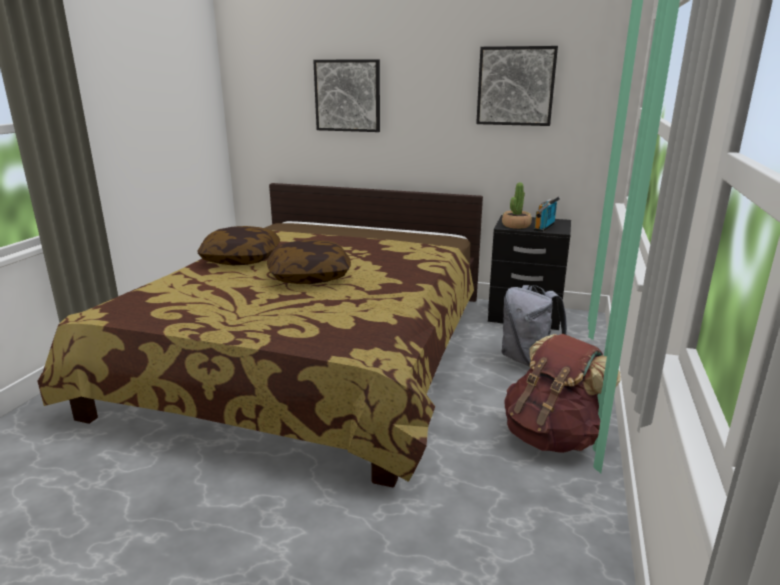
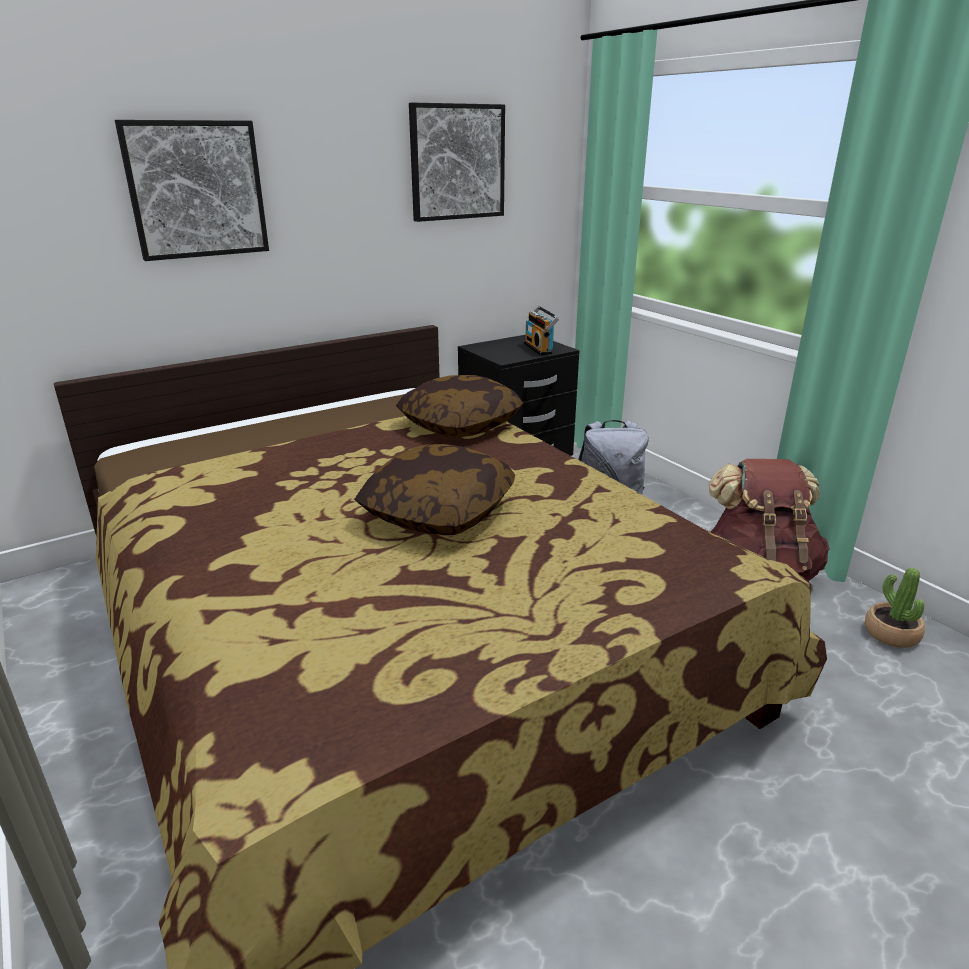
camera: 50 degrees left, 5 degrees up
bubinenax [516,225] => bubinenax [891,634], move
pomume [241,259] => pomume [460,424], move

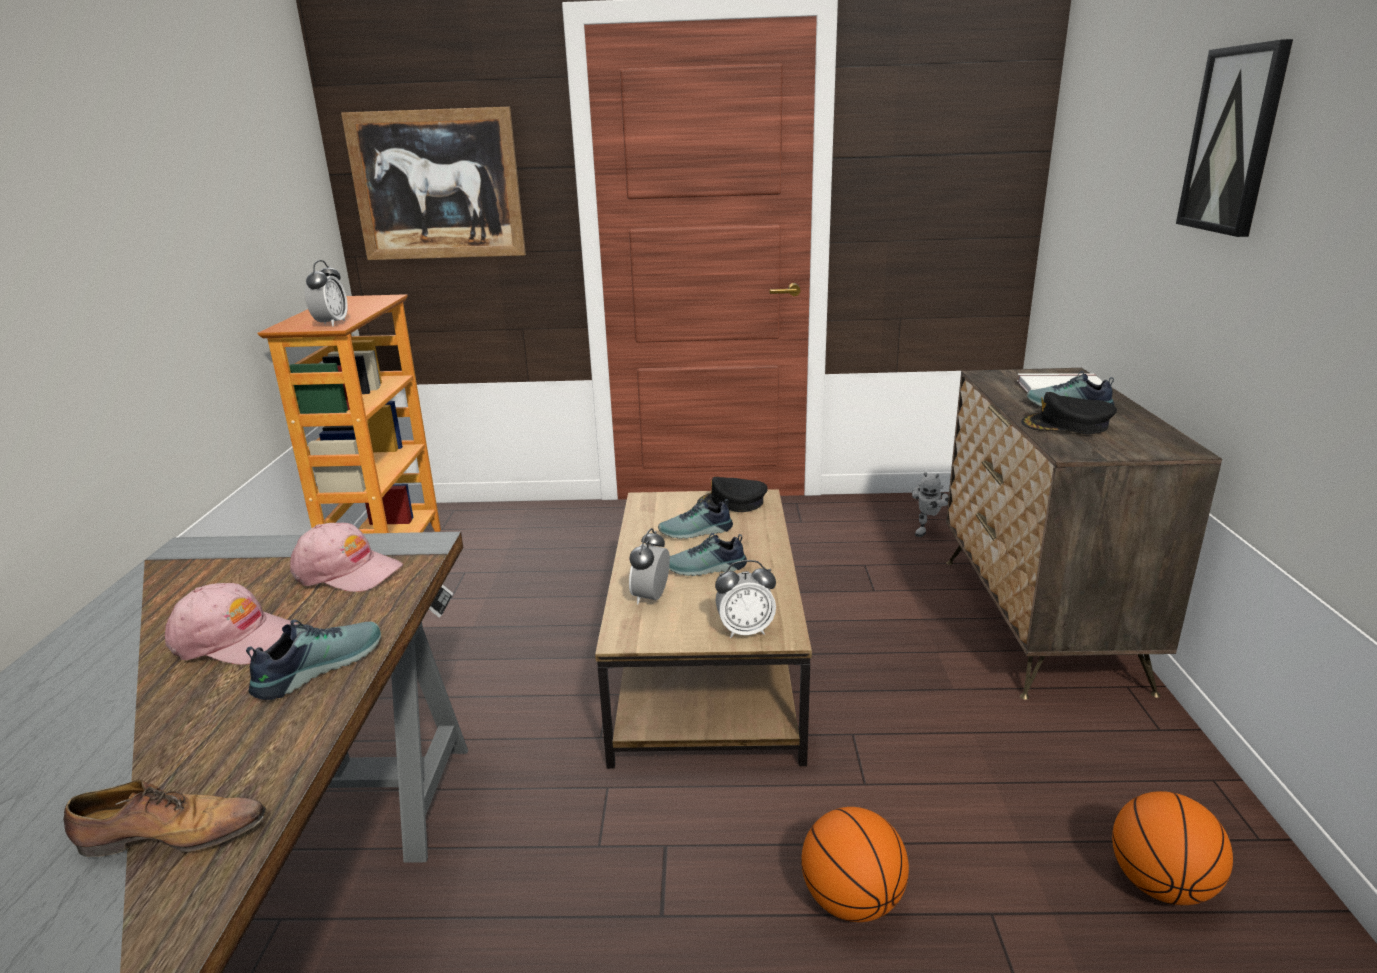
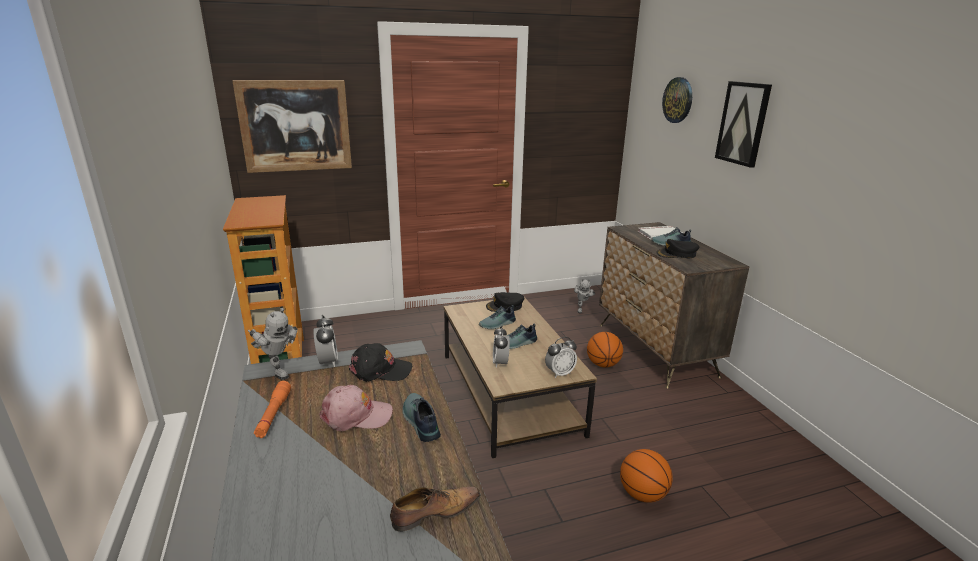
camera: 20 degrees left, 0 degrees up
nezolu [331,324] => nezolu [328,362], move
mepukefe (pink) [347,571] => mepukefe (black) [380,370]
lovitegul [317,666] => lovitegul [419,422], 45 degrees counterclockwise
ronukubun [1160,885] => ronukubun [603,364], move
nothing => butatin [678,100]
nothing => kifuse [277,370]
nothing => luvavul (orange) [273,414]

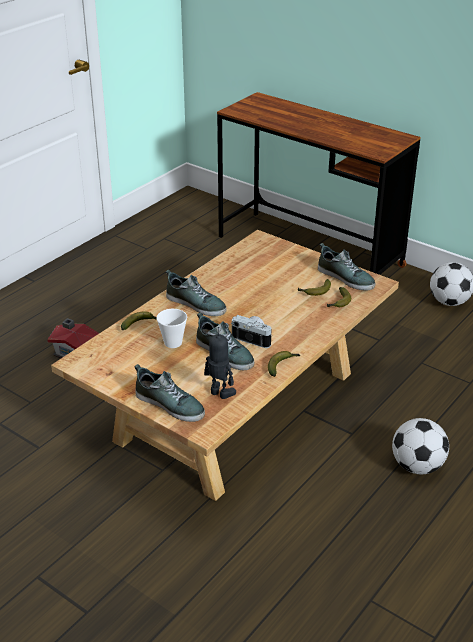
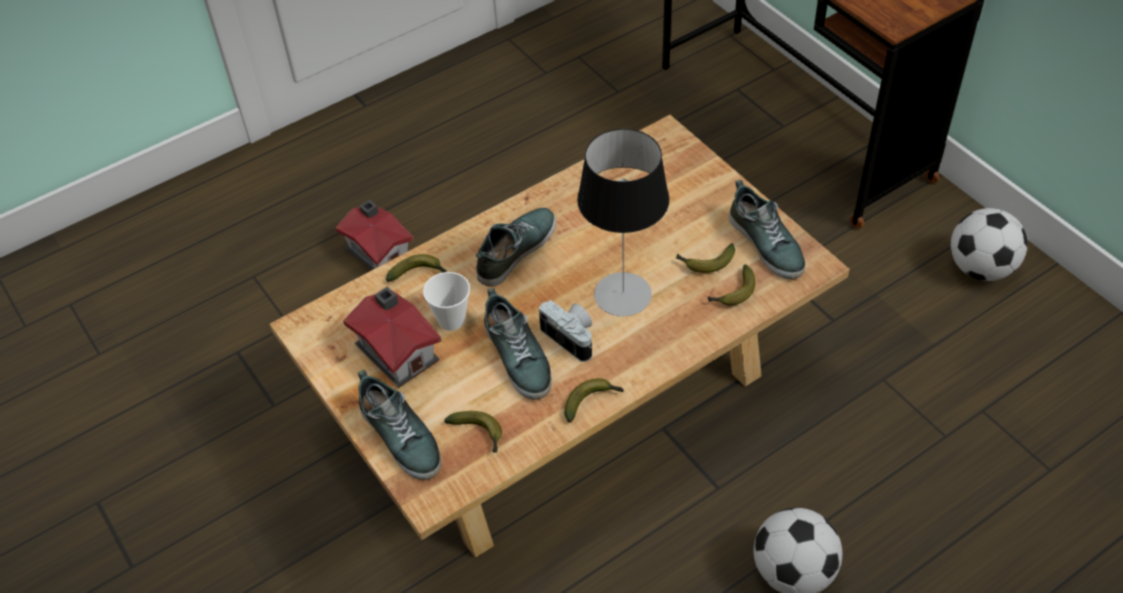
camera: 20 degrees right, 15 degrees up
lovitegul [196,303] => lovitegul [515,250], 105 degrees counterclockwise
kifuse [220,393] => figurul [479,434]
nothing => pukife [623,294]
nothing => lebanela [397,350]

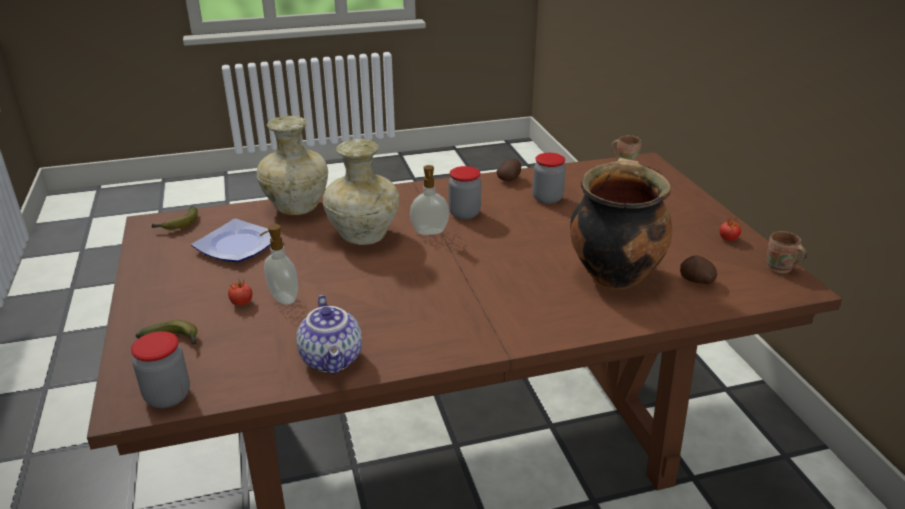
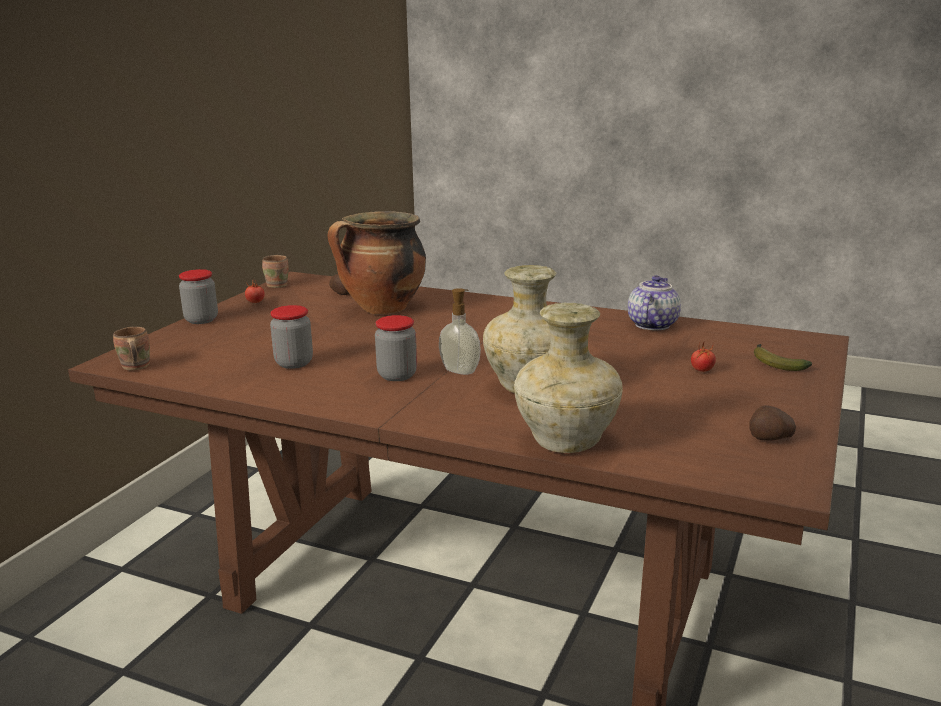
camera: 140 degrees left, 10 degrees down
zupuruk [509,179] => zupuruk [769,439], move
figurul [178,225] => nothing
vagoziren [237,247] => nothing
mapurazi [282,298] => nothing
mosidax [168,396] => mosidax [201,320], move

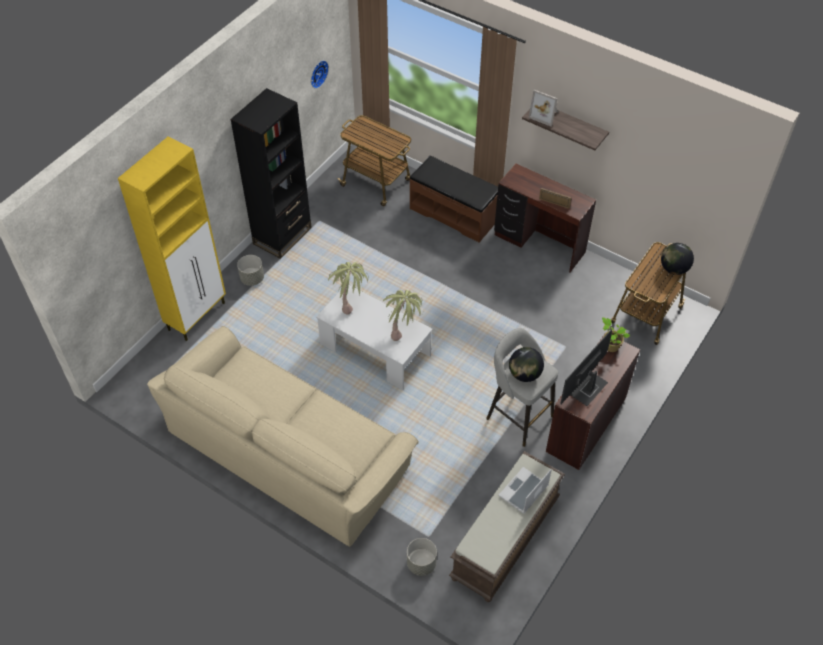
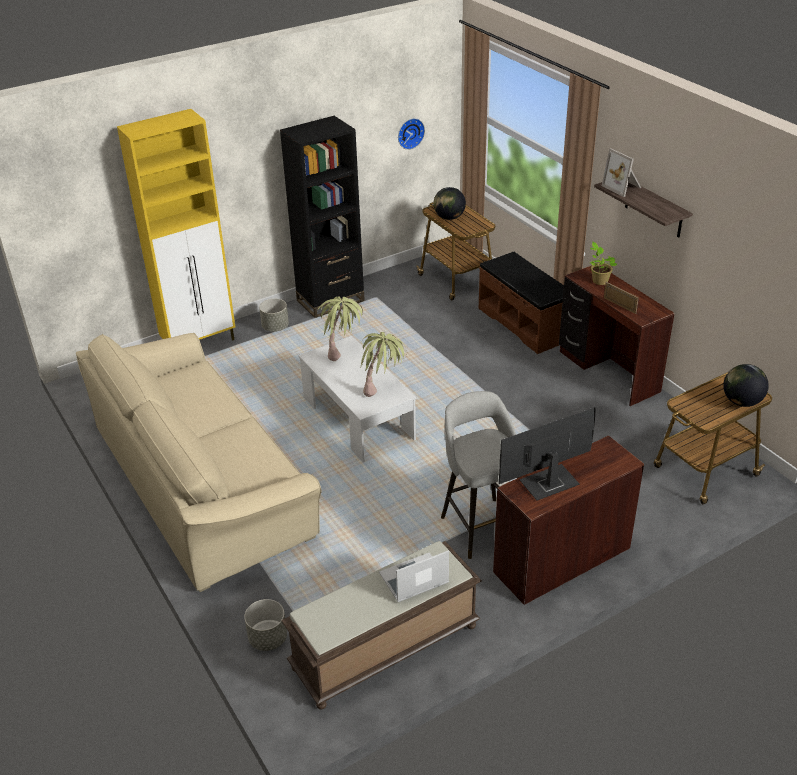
camera: 25 degrees right, 15 degrees down
bubinenax [610,346] => bubinenax [599,280], move
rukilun [524,374] => rukilun [449,217], move

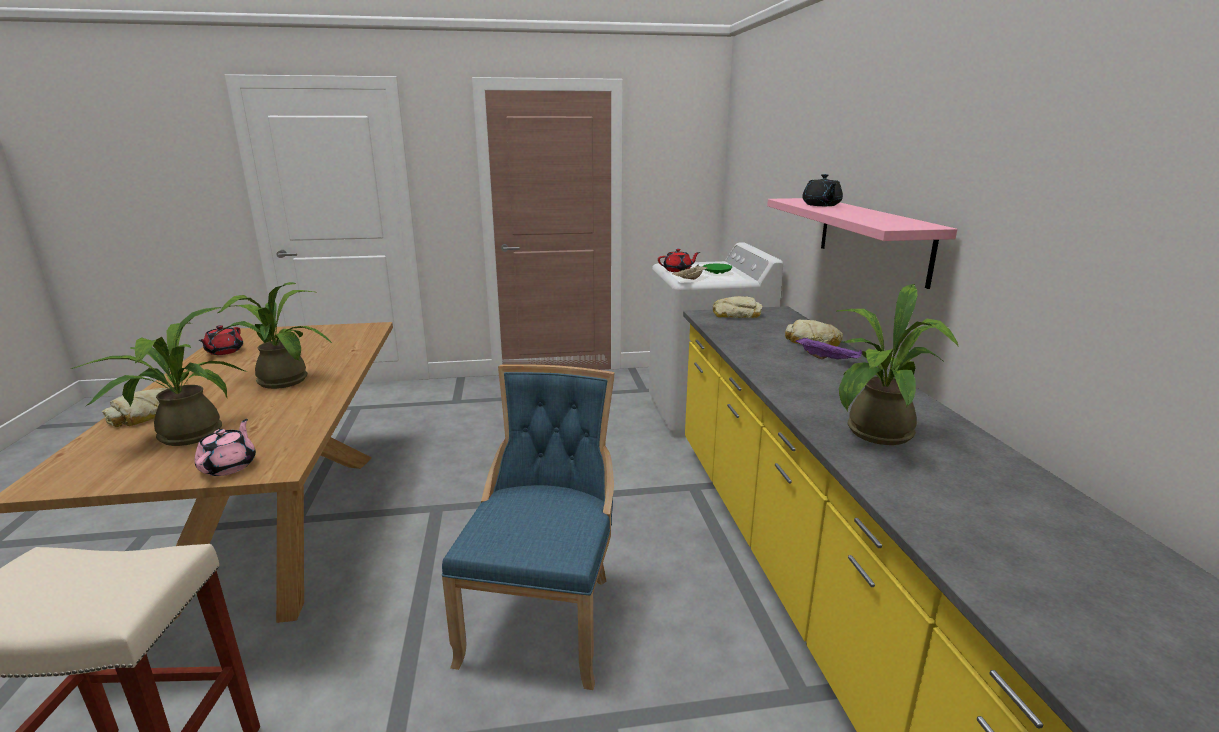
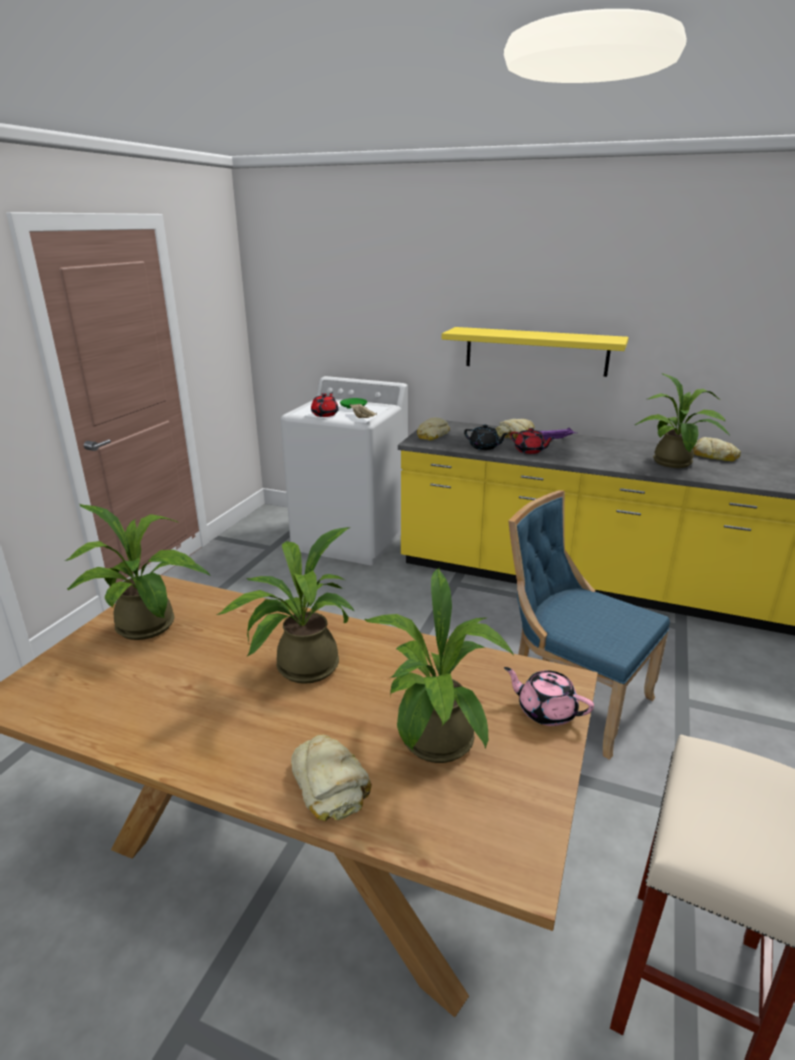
camera: 60 degrees left, 5 degrees up
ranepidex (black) [821,205] => ranepidex (black) [484,447], move
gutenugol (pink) [872,238] => gutenugol (yellow) [536,351]
ranepidex (red) [224,351] => ranepidex (red) [530,451], move
nothing => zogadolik [713,455]
nothing => bubinenax [150,629]

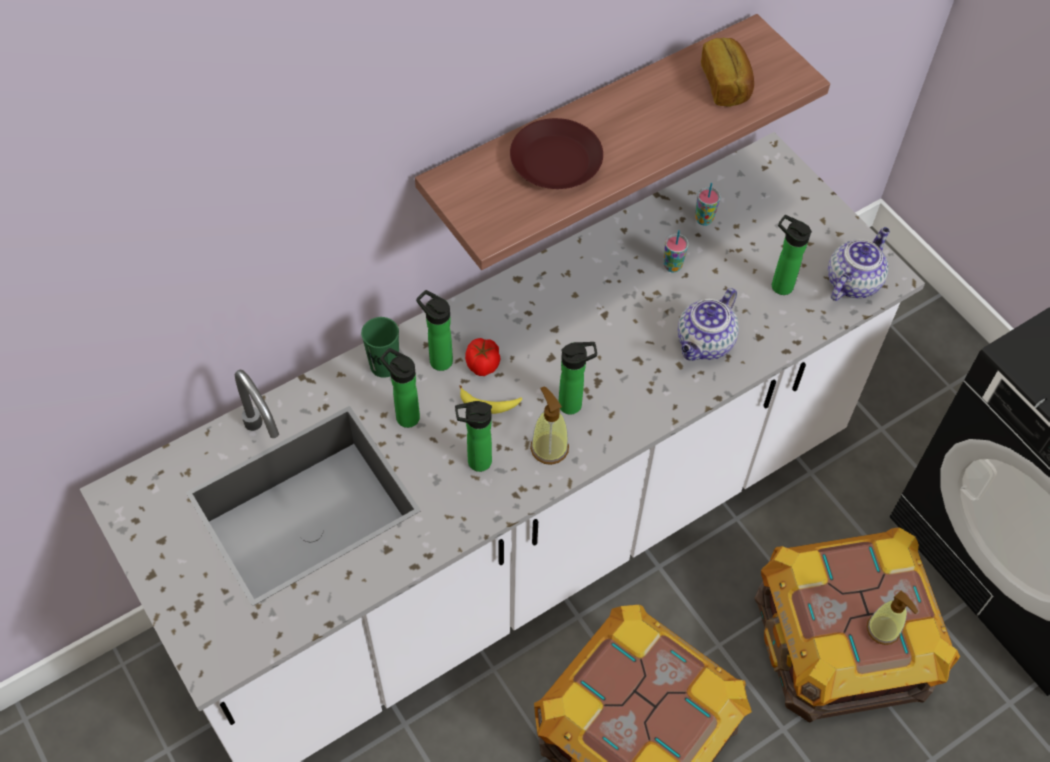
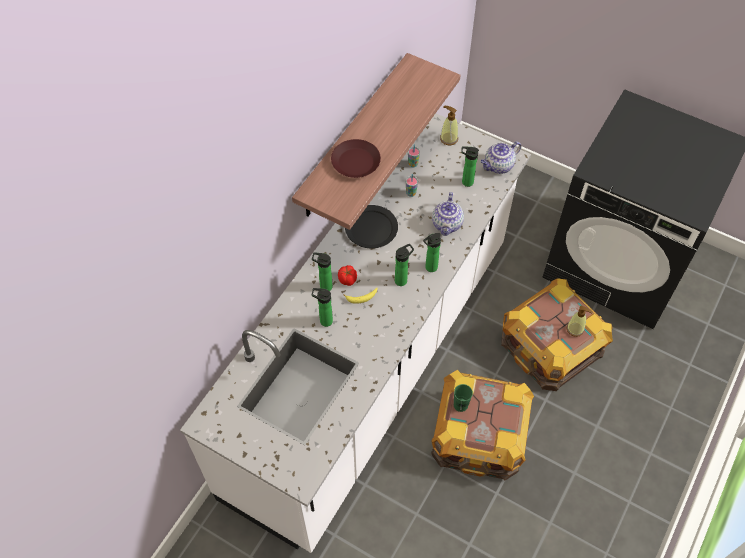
camera: 25 degrees left, 0 degrees up
zogadolik [726,84] => nothing
ranepidex [853,281] => ranepidex [498,166], 135 degrees counterclockwise
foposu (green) [384,365] => foposu (green) [460,405], move
mapurazi [549,448] => mapurazi [448,138], move
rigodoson [475,462] => rigodoson [429,268], move
nothing => vagoziren (black) [371,228]

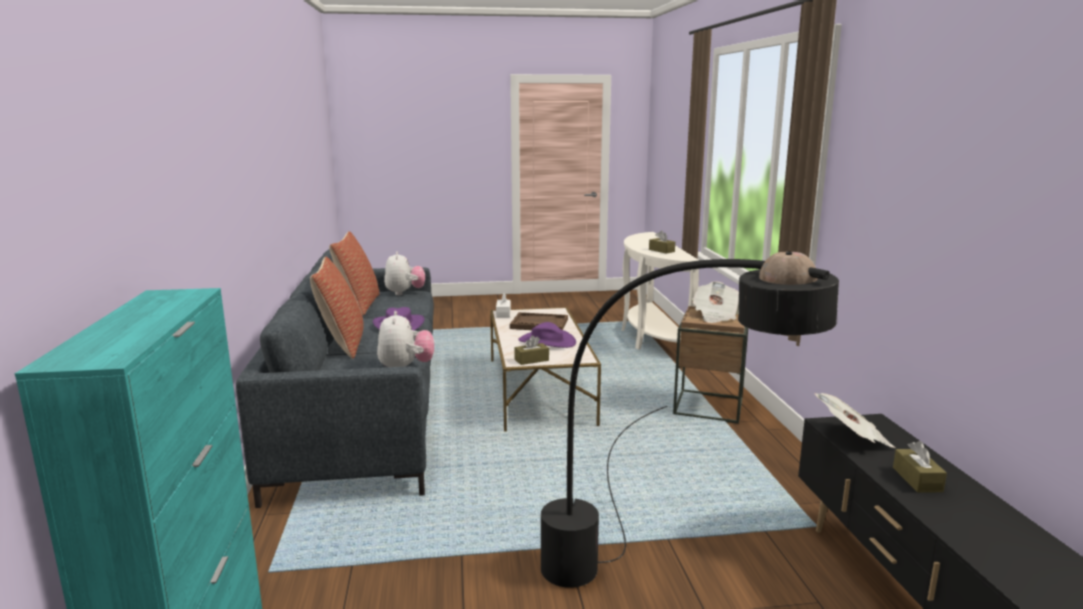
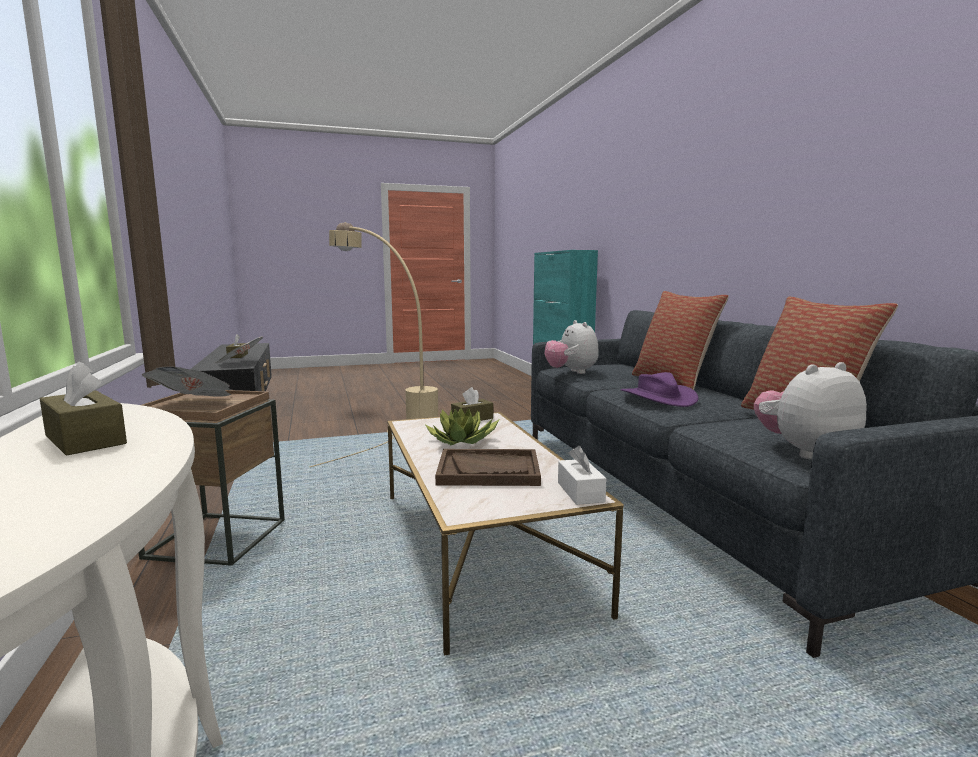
camera: 170 degrees right, 5 degrees down
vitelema [404,293] => vitelema [804,452], 90 degrees clockwise
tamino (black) [641,591] => tamino (beige) [383,421]
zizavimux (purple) [546,342] => bubinenax [462,440]

